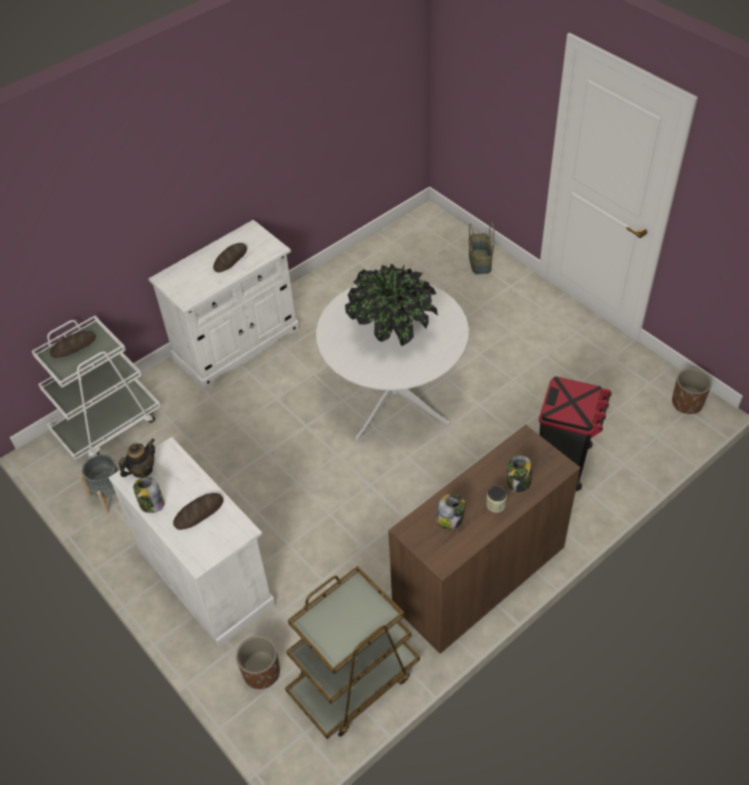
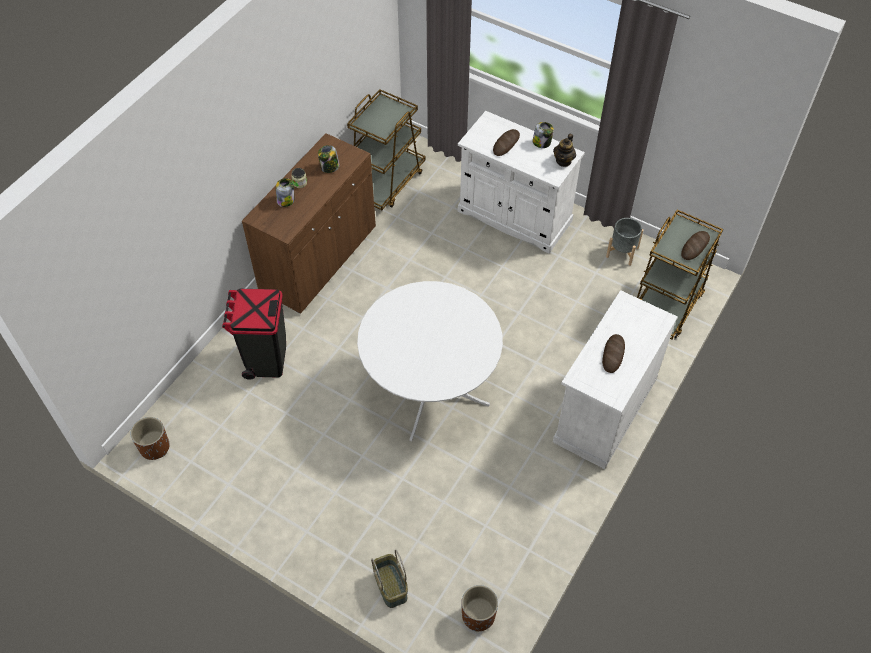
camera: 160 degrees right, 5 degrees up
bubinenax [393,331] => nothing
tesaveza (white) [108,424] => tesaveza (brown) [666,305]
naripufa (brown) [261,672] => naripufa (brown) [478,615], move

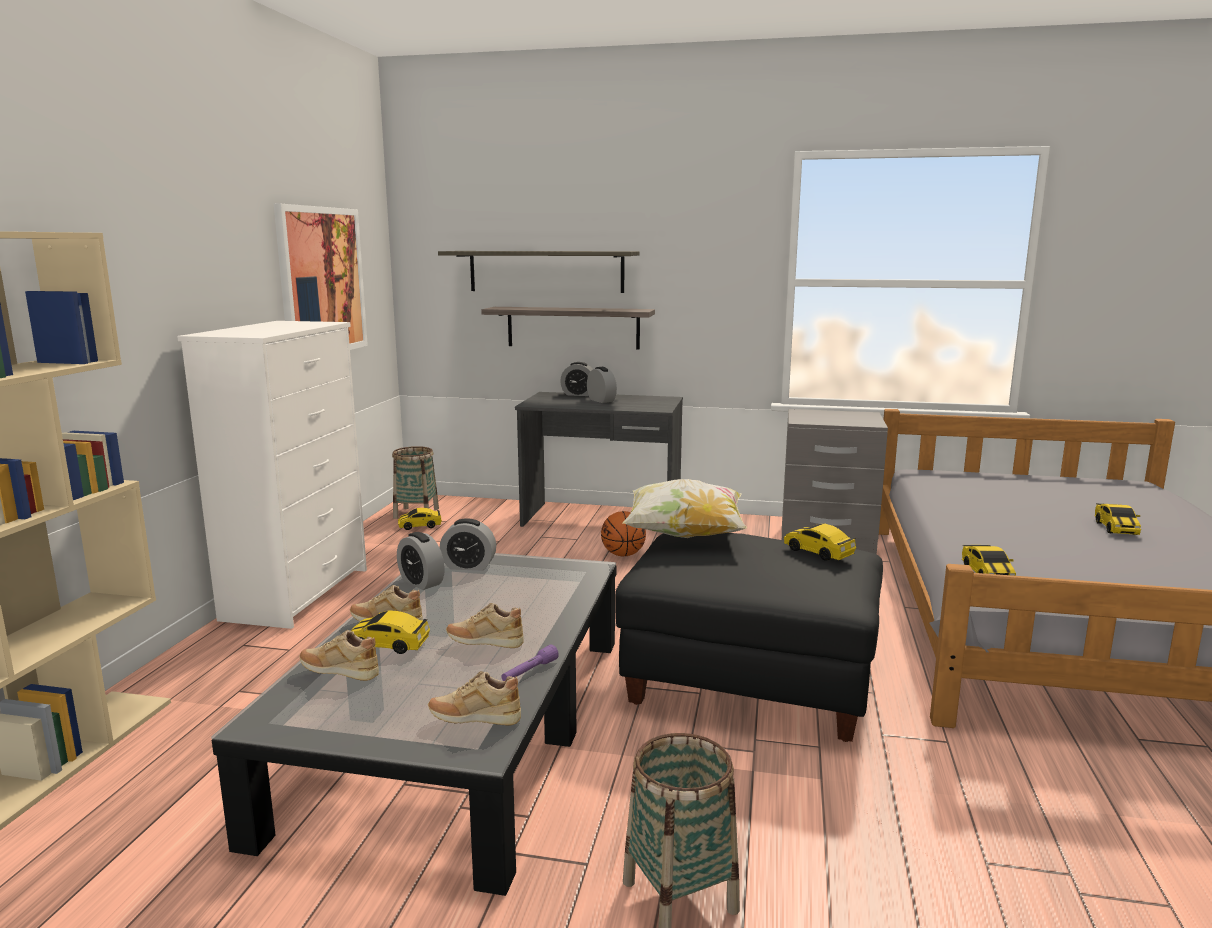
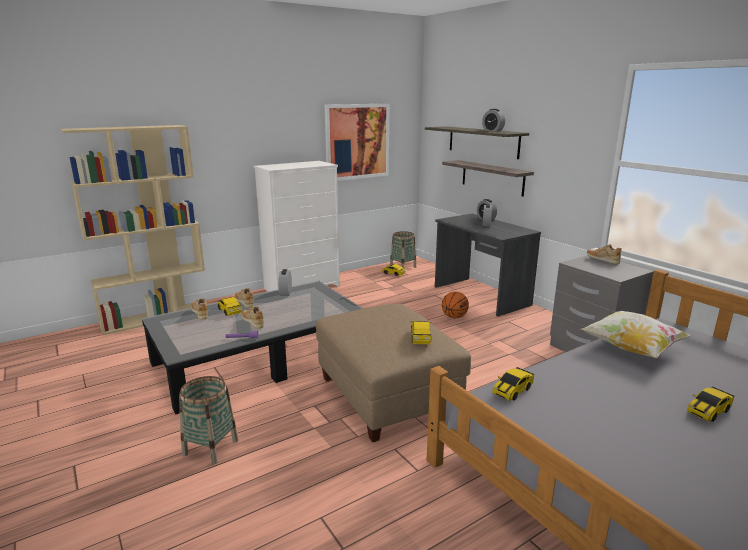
camera: 45 degrees right, 5 degrees up
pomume [684,535] => pomume [631,349], move
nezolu [468,566] => nezolu [492,130], move
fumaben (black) [751,682] => fumaben (beige) [388,397]
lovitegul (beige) [475,720] => lovitegul (beige) [602,260], move

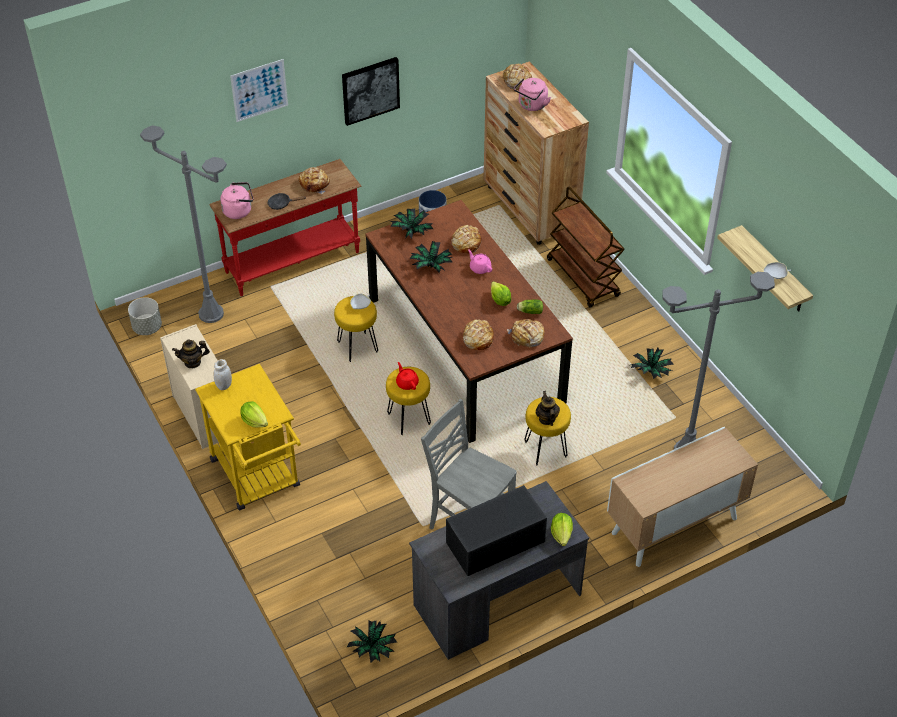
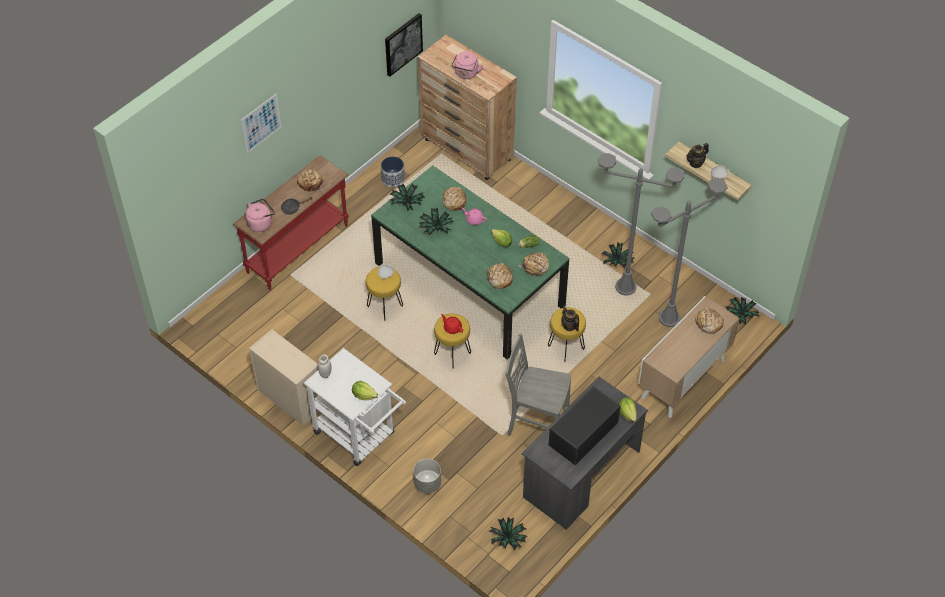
camera: 20 degrees left, 5 degrees up
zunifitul [370,90] => zunifitul [403,44], move
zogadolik [516,81] => zogadolik [708,323], move
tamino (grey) [211,314] => tamino (grey) [625,287], move
tesaveza (brown) [583,278] => nothing
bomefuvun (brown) [463,349] => bomefuvun (green) [468,284]
naripufa (grey) [147,328] => naripufa (grey) [427,483], move
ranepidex [193,362] => ranepidex [696,163], move
tesaveza (yellow) [258,478] => tesaveza (white) [359,436]
nothing => bubinenax [740,315]

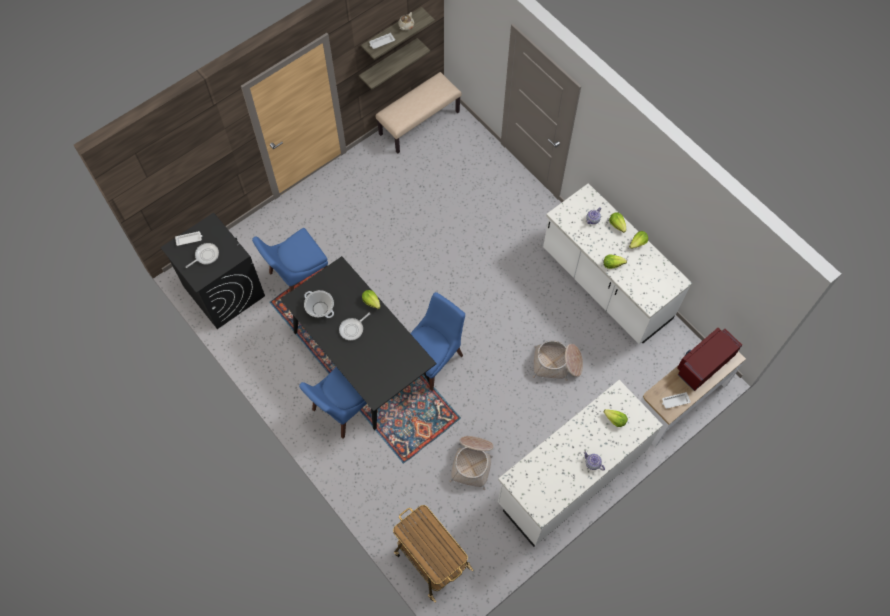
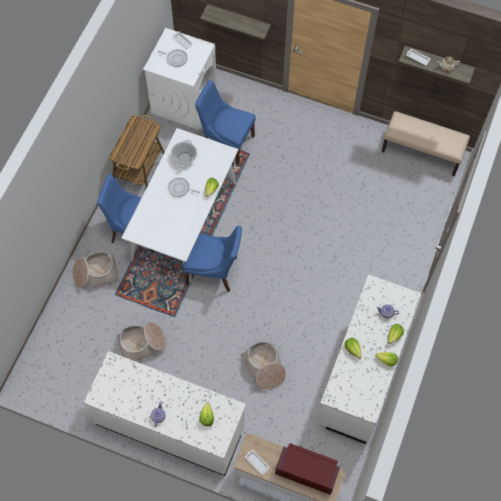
camera: 60 degrees right, 0 degrees up
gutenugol [388,63] => gutenugol [239,20], move
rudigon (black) [223,291] => rudigon (white) [184,100]
bomefuvun (black) [363,358] => bomefuvun (white) [184,222]
tesaveza [431,559] => tesaveza [140,171], move
nothing => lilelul [95,274]

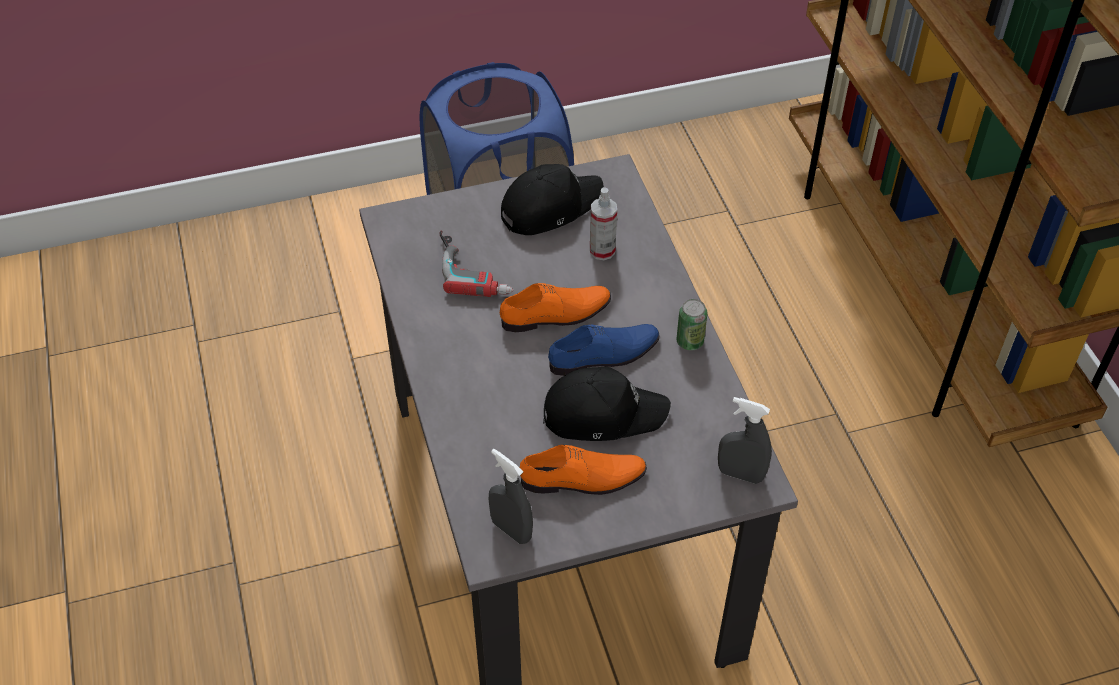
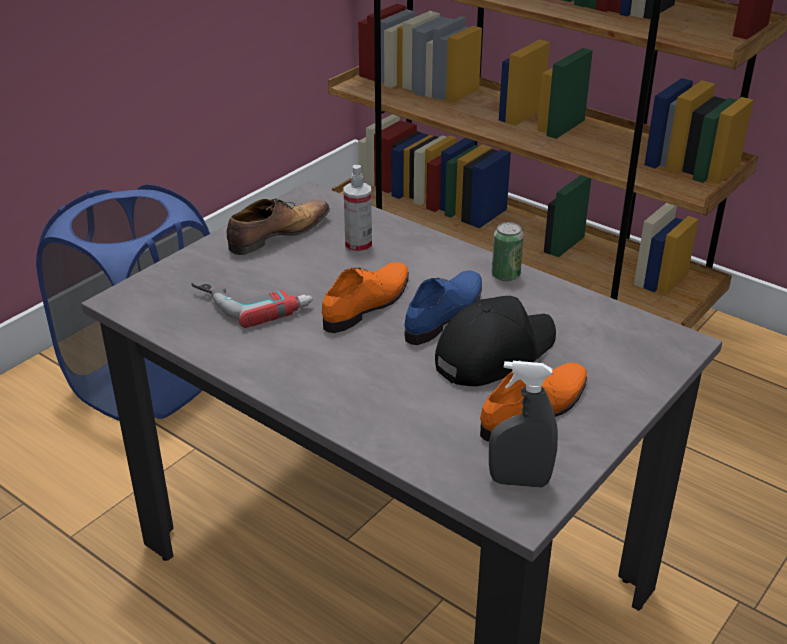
camera: 35 degrees left, 15 degrees down
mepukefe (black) [550,207] => lovitegul [276,235]
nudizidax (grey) [740,474] => nothing

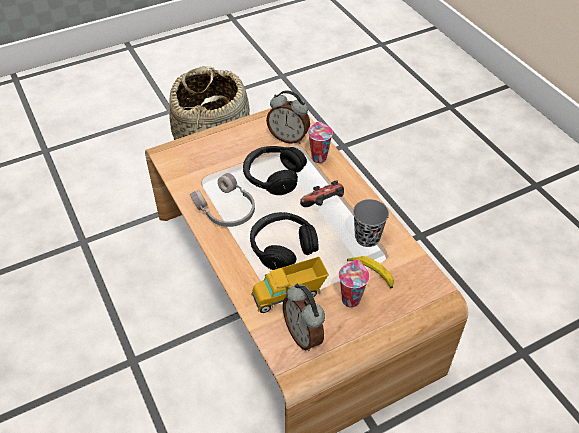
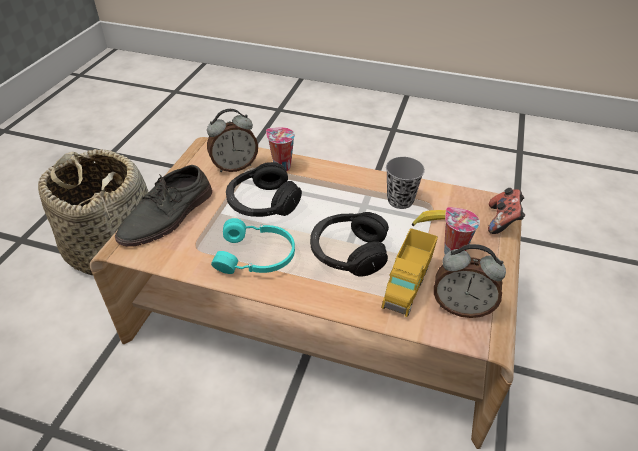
camera: 45 degrees left, 5 degrees down
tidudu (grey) [226,210] => tidudu (turquoise) [256,257]
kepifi [323,204] => kepifi [502,221], move
nothing => lovitegul (grey) [168,216]

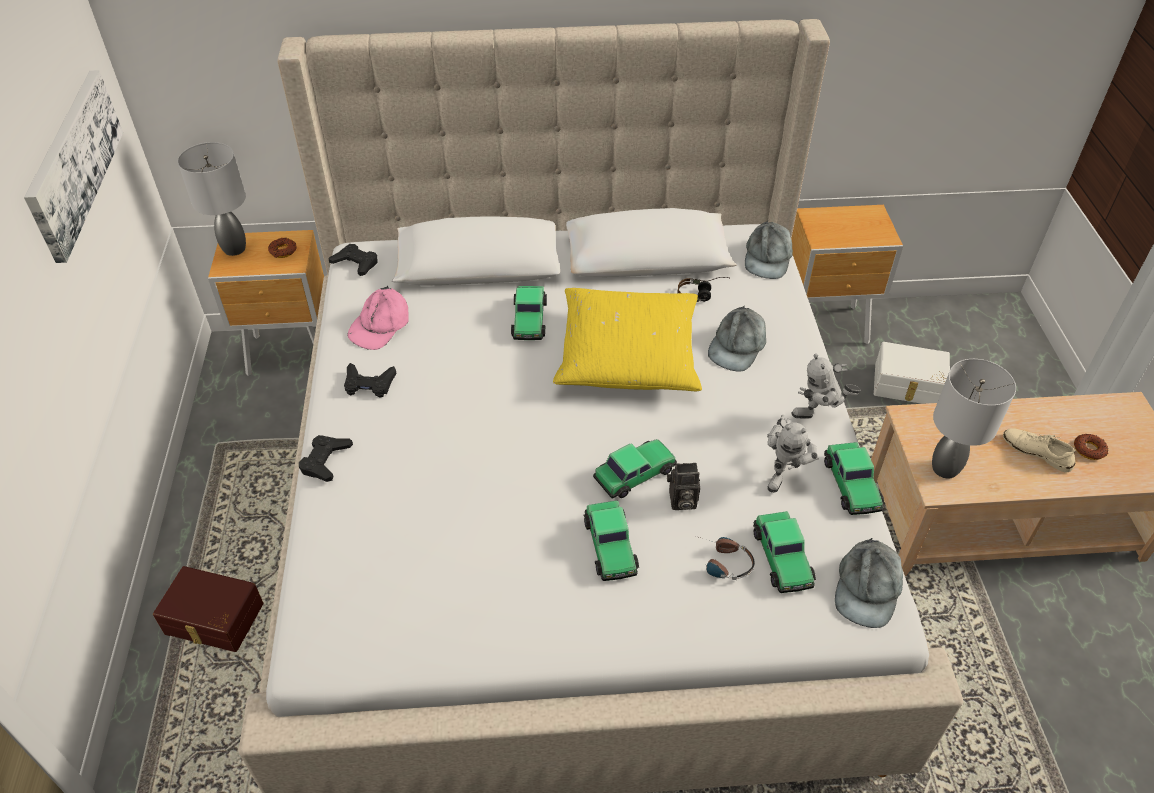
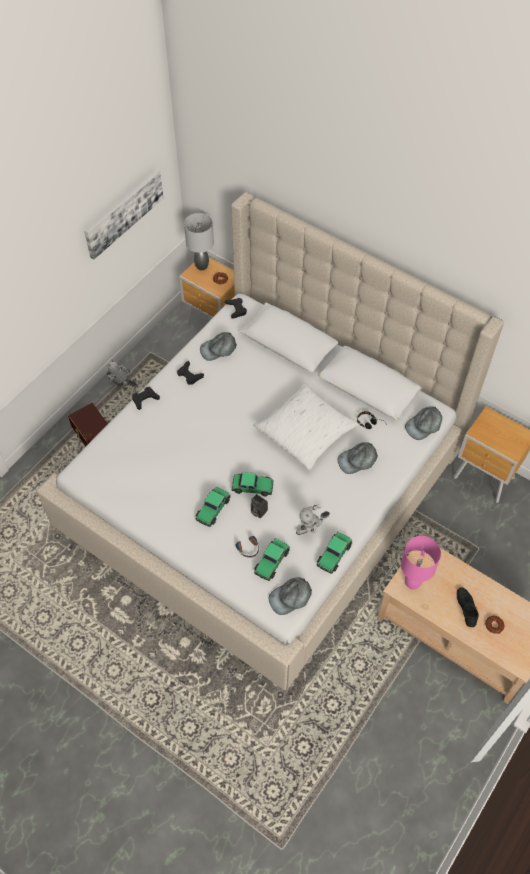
camera: 40 degrees right, 10 degrees up
mepukefe (pink) [380,325] => mepukefe (grey) [218,349]
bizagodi [529,319] => nothing
pomume (yellow) [628,354] => pomume (white) [305,432]
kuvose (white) [908,385] => nothing
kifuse [819,417] => kifuse [122,387], move
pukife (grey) [946,469] => pukife (pink) [412,583]
lovitegul (beige) [1037,452] => lovitegul (black) [466,608]

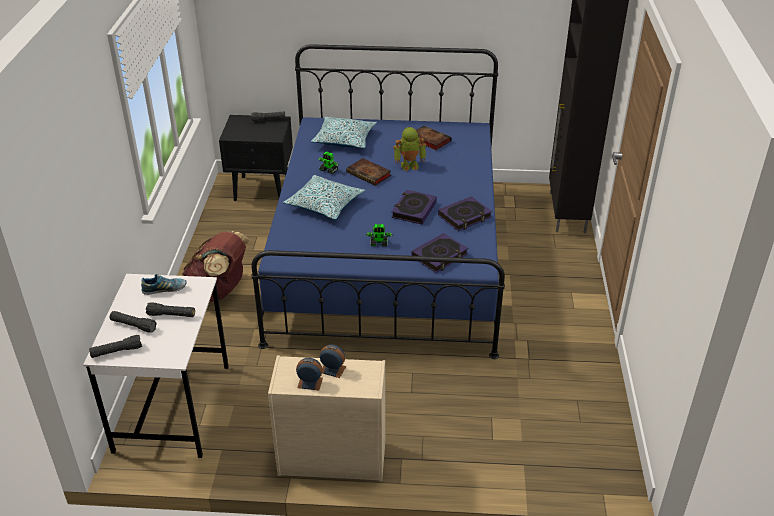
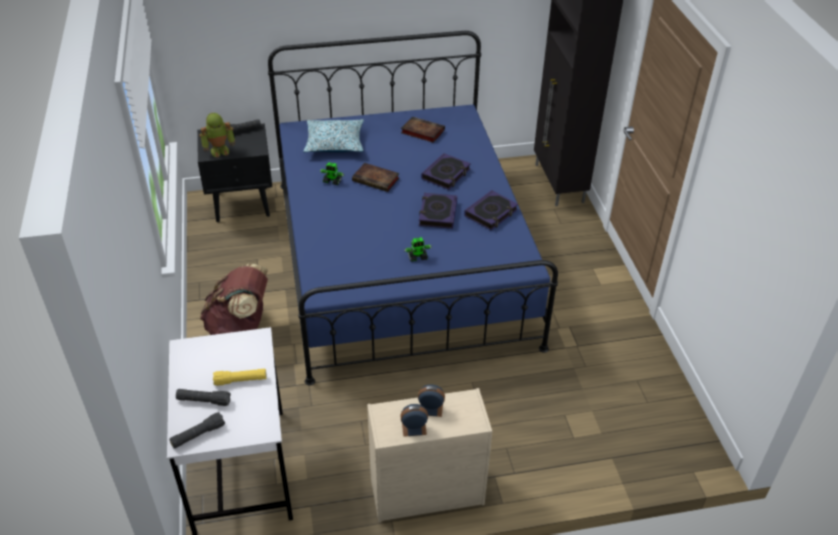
camera: 15 degrees left, 5 degrees up
kifuse [409,165] => kifuse [219,150], move
pomume [325,204] => nothing
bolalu [439,256] => bolalu [446,174], move
lovitegul [164,289] => nothing
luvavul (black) [171,315] => luvavul (yellow) [240,380]

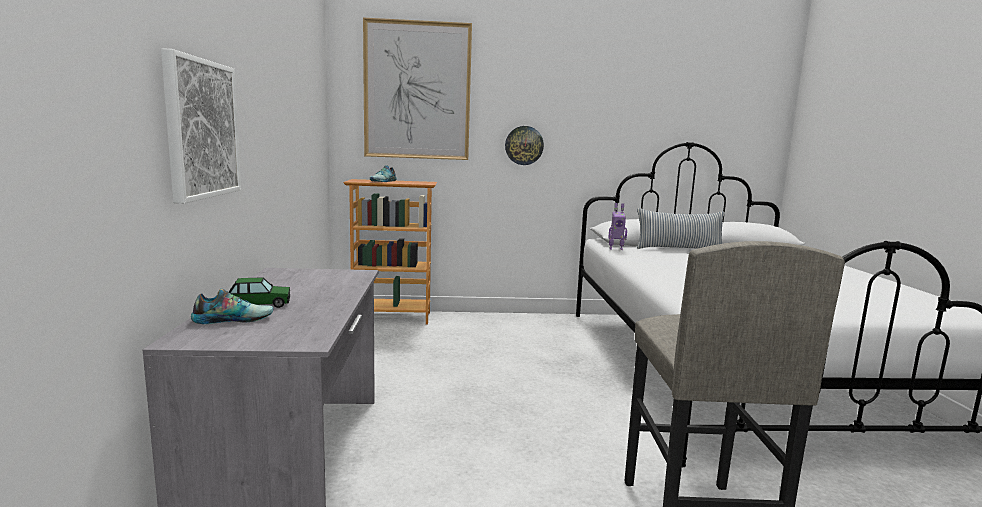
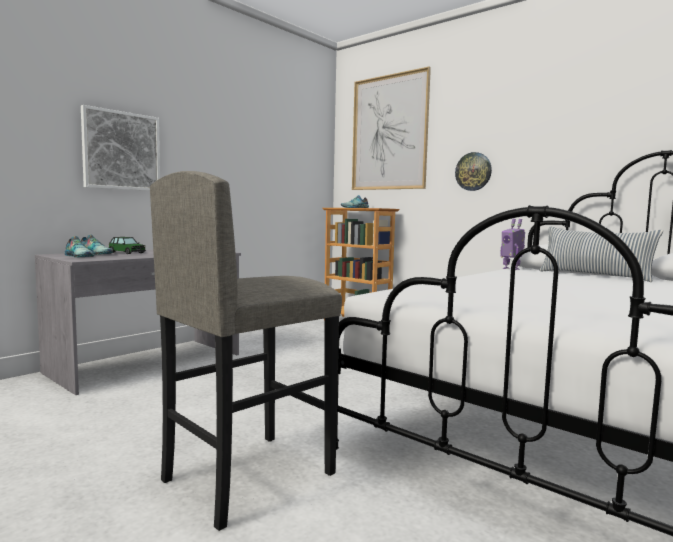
camera: 45 degrees right, 5 degrees down
nothing => lovitegul [80,256]

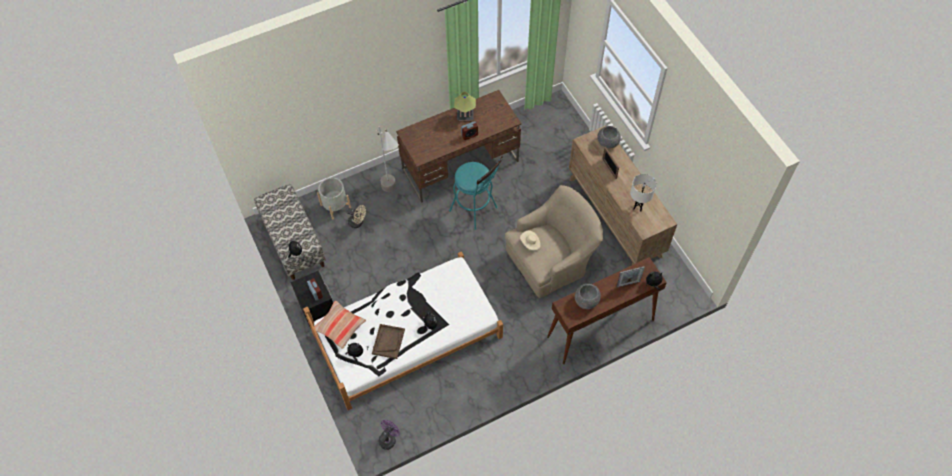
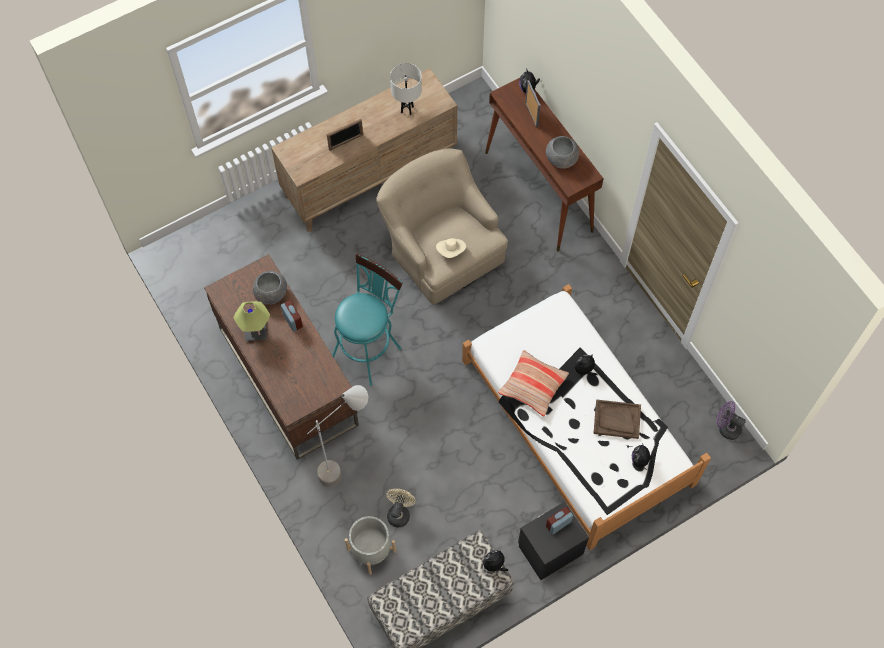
camera: 95 degrees left, 5 degrees up
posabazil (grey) [607,142] => posabazil (grey) [271,294], move
pomume [339,327] => pomume [533,386], move

